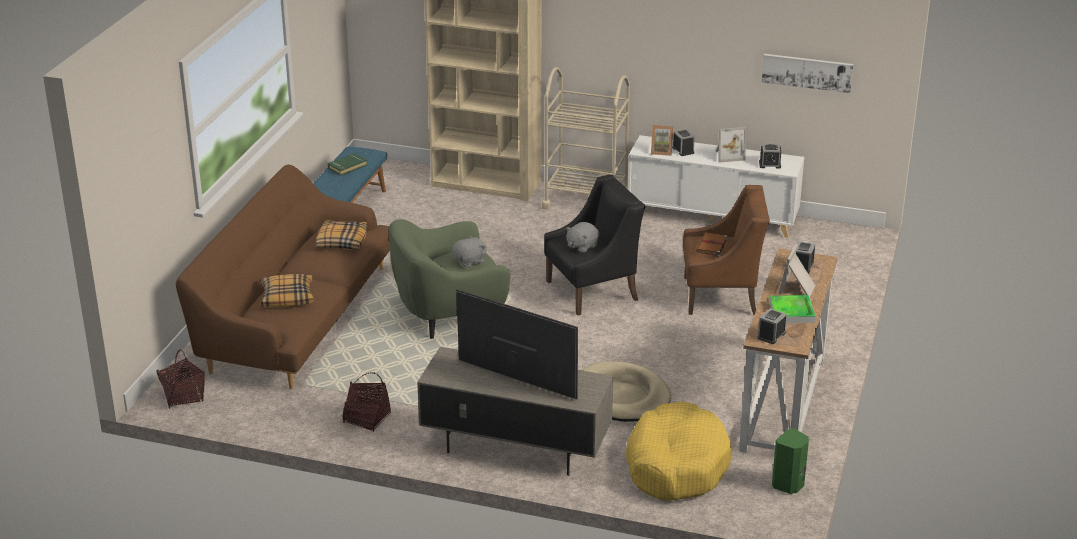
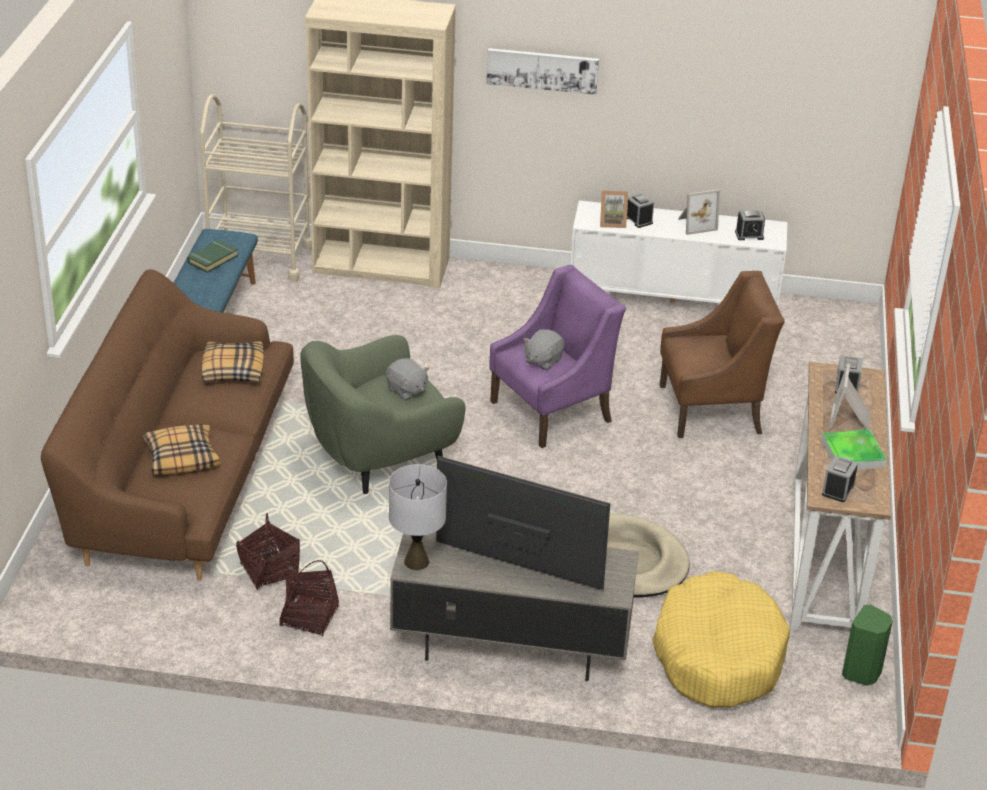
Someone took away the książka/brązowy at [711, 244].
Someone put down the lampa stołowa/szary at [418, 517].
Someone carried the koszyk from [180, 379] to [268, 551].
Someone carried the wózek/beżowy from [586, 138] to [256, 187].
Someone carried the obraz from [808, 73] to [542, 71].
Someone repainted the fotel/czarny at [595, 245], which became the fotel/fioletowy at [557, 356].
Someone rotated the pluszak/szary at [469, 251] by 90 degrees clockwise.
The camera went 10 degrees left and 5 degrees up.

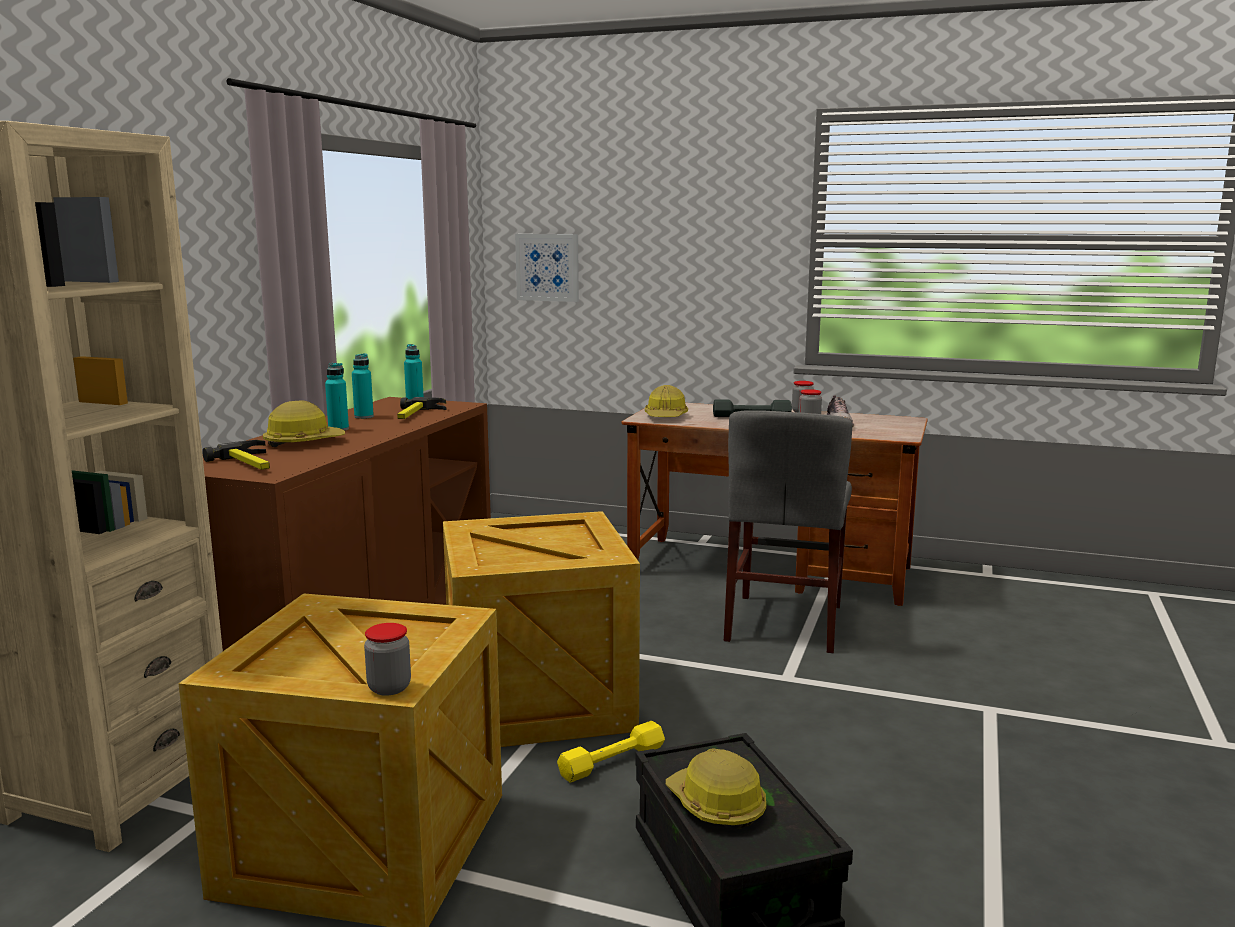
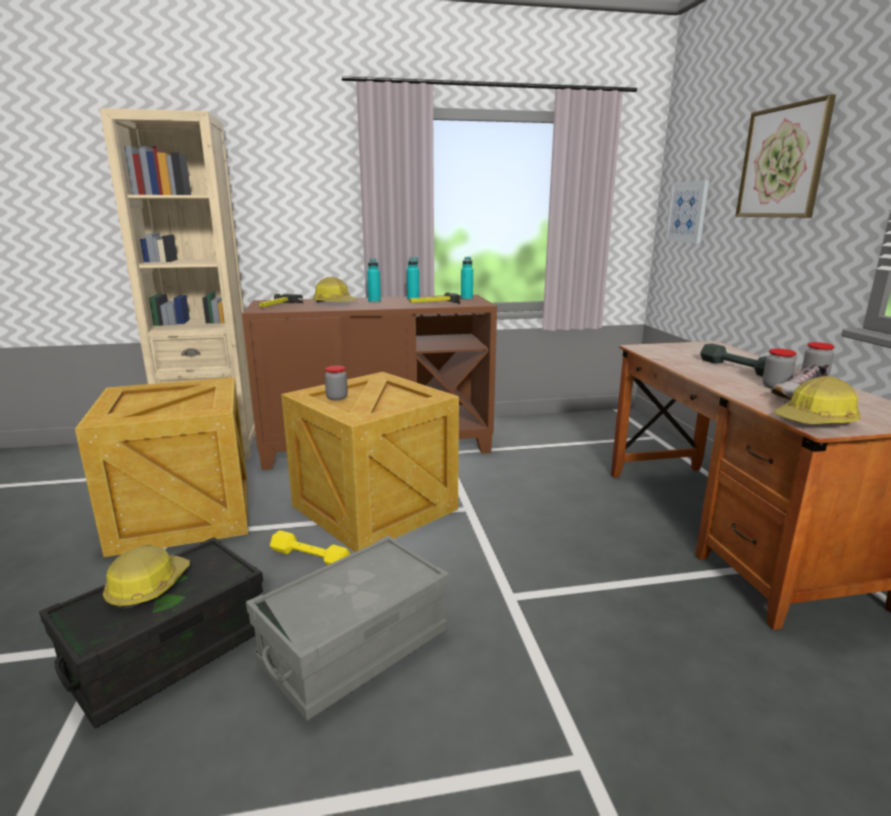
Someone took away the krzesło/szary at [788, 531].
Someone put down the pojemnik do przechowywania/szary at [347, 628].
Someone put up the obraz at [785, 156].
Someone carried the słoik from [387, 659] to [336, 382].
Someone carried the kask from [666, 401] to [818, 400].
The camera went 60 degrees right and 5 degrees up.

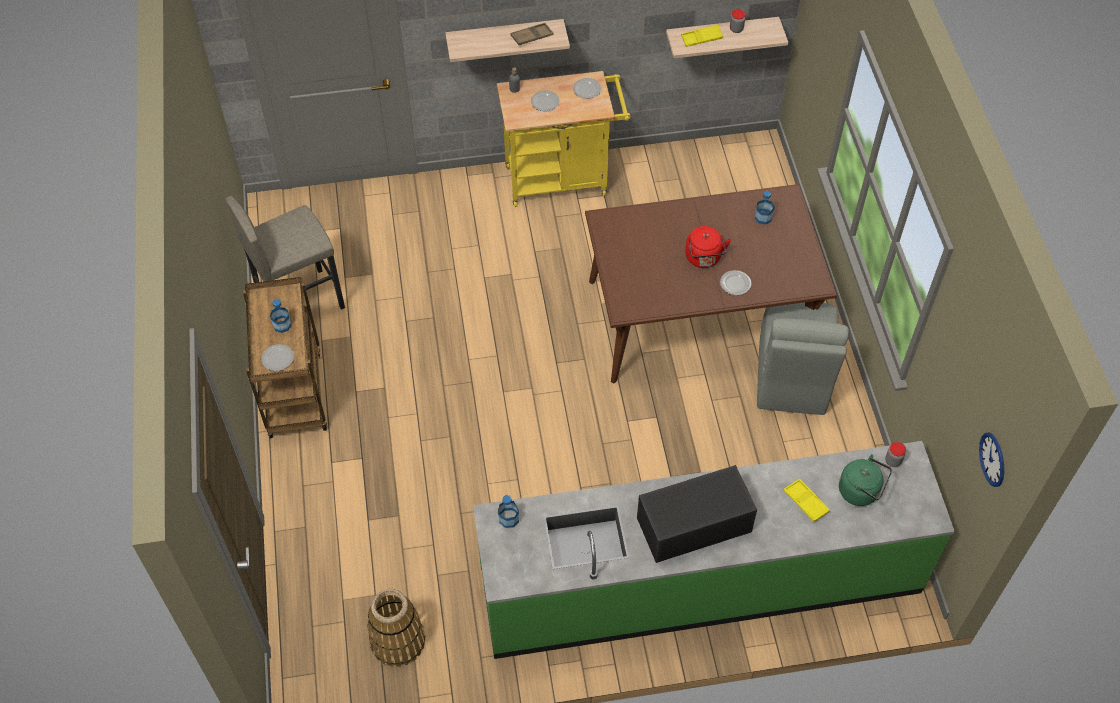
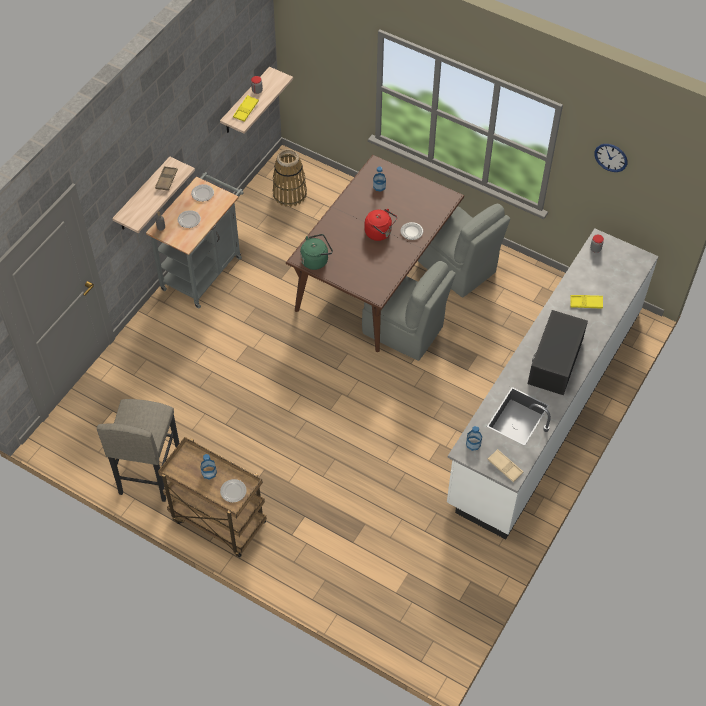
Someone put down the krzesło/szary at [409, 311].
Someone put down the taca/beżowy at [505, 465].
Someone carried the koszyk from [396, 628] to [289, 178].
Someone carried the czajnik/zielony from [865, 480] to [316, 252].
Someone carried the zegar ścienny from [992, 459] to [611, 158].
Someone repainted the zabudowa kuchenna/zielony at [714, 550], which became the zabudowa kuchenna/biały at [553, 383].
Someone repainted the wózek/żółty at [563, 139], which became the wózek/szary at [195, 240].
The camera went 50 degrees left and 0 degrees up.

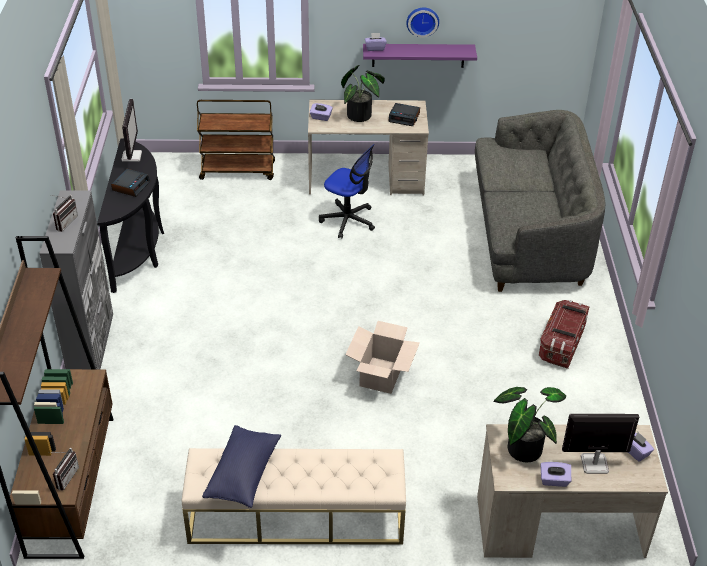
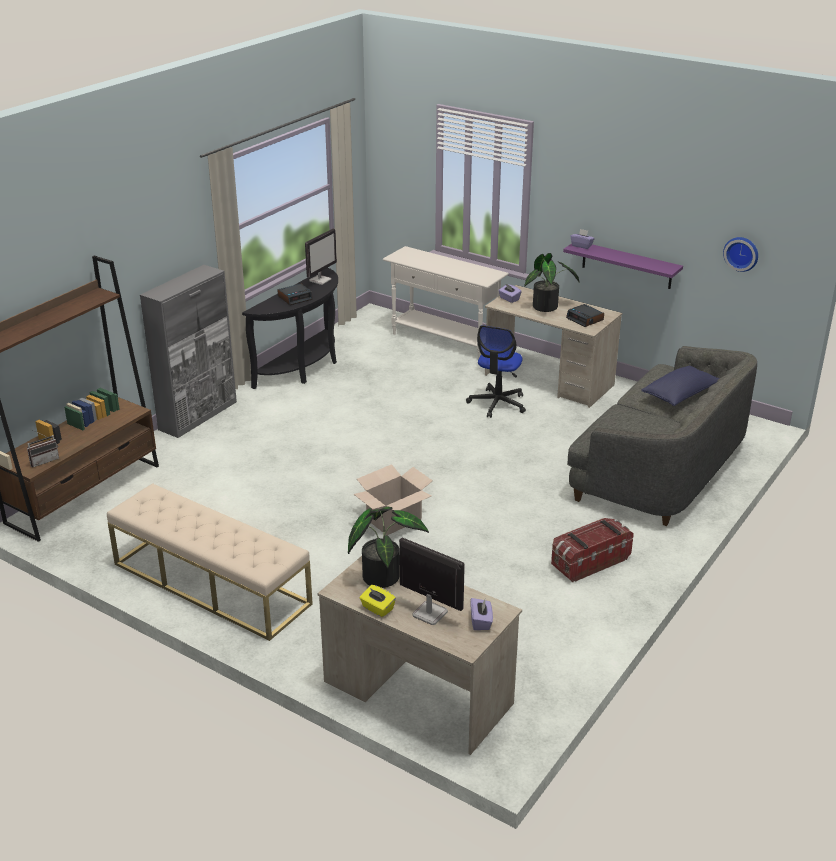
Someone took away the radio at [64, 213].
Someone carried the poduszka/niebieski from [241, 466] to [680, 386].
Someone carried the zegar ścienny from [422, 22] to [740, 254].
Someone swapped the wózek/brązowy at [236, 140] for the stolik konsolowy/biały at [446, 302].
Someone repainted the pudełko chusteczek/fioletowy at [555, 474], which became the pudełko chusteczek/żółty at [378, 601].
Someone rotated the krzesło biurowe at [347, 191] by 45 degrees clockwise.
The camera went 35 degrees right and 10 degrees down.

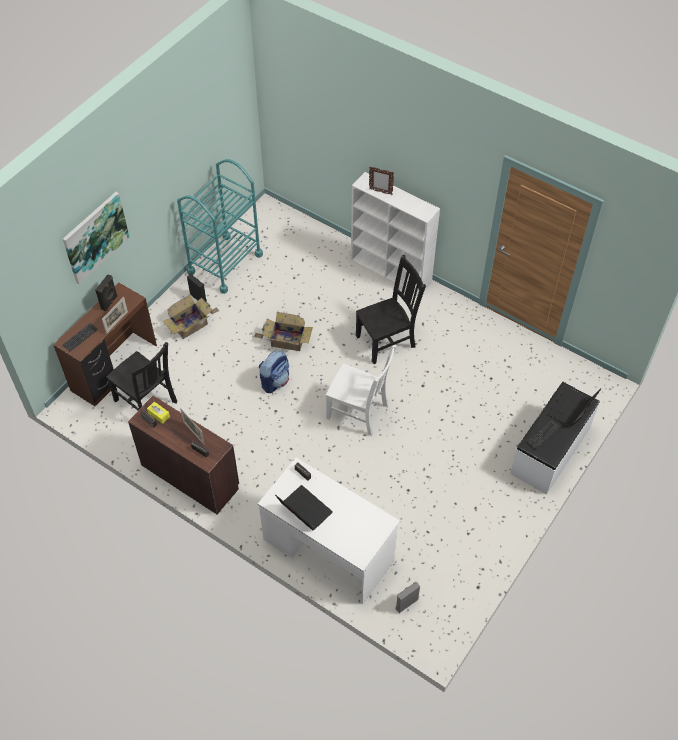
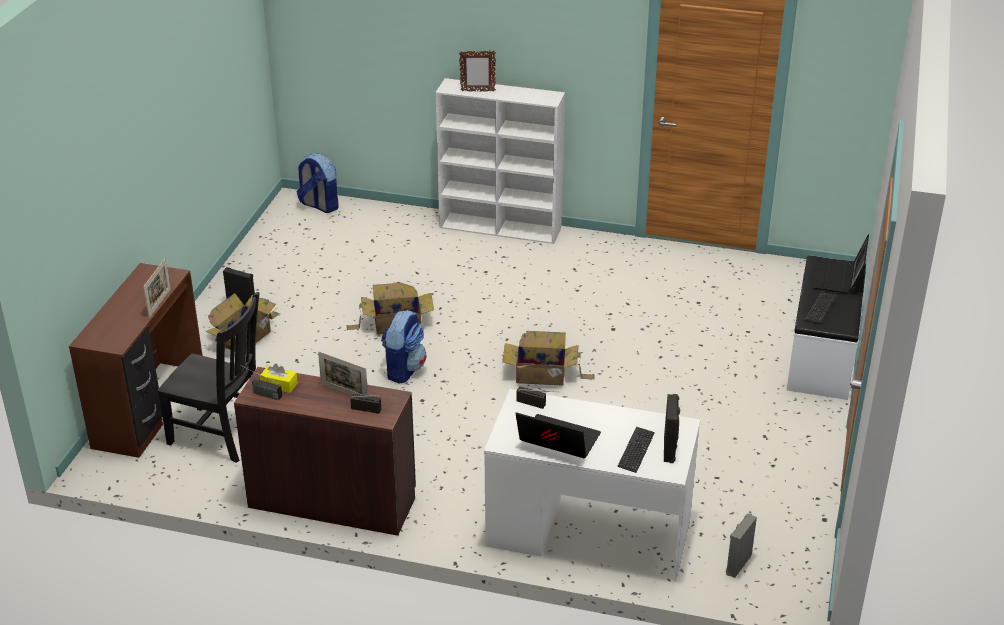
Someone took away the obraz at [96, 238].
Someone took away the wózek/turkusowy at [220, 226].
Someone took away the krzesło/czarny at [391, 309].
Someone put down the plecak at [318, 183].
Someone carried the klawiatura from [80, 337] to [636, 450].
Someone carried the głośnik/czarny from [106, 292] to [672, 428].
Someone swapped the krzesło/biały at [361, 390] for the karton at [548, 358].
The camera went 20 degrees left and 20 degrees down.

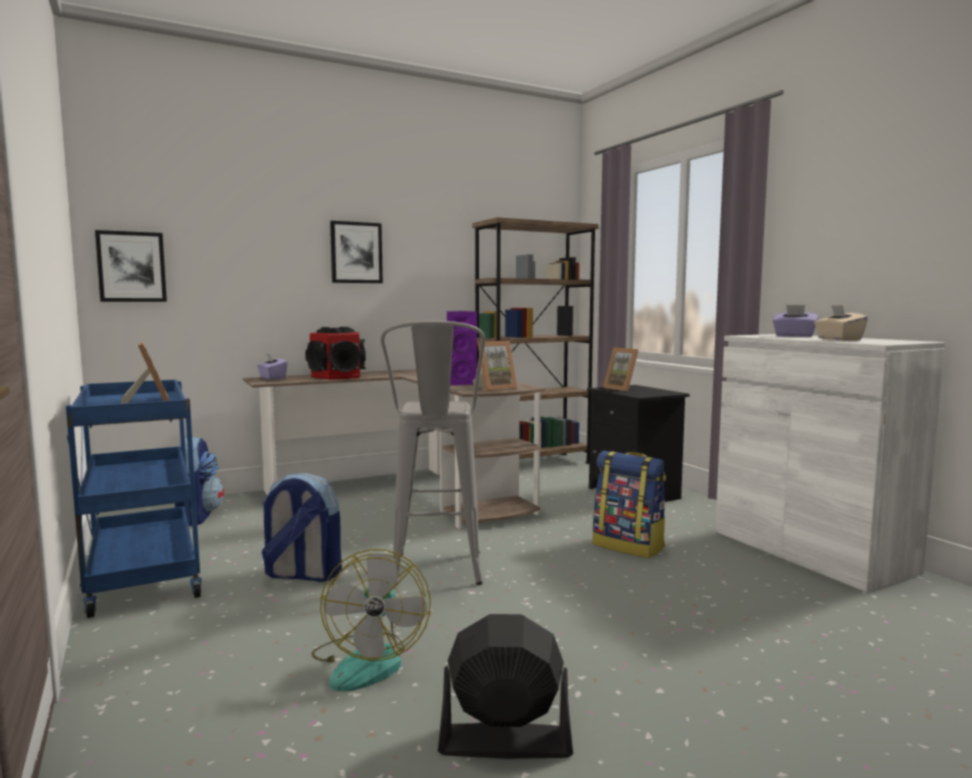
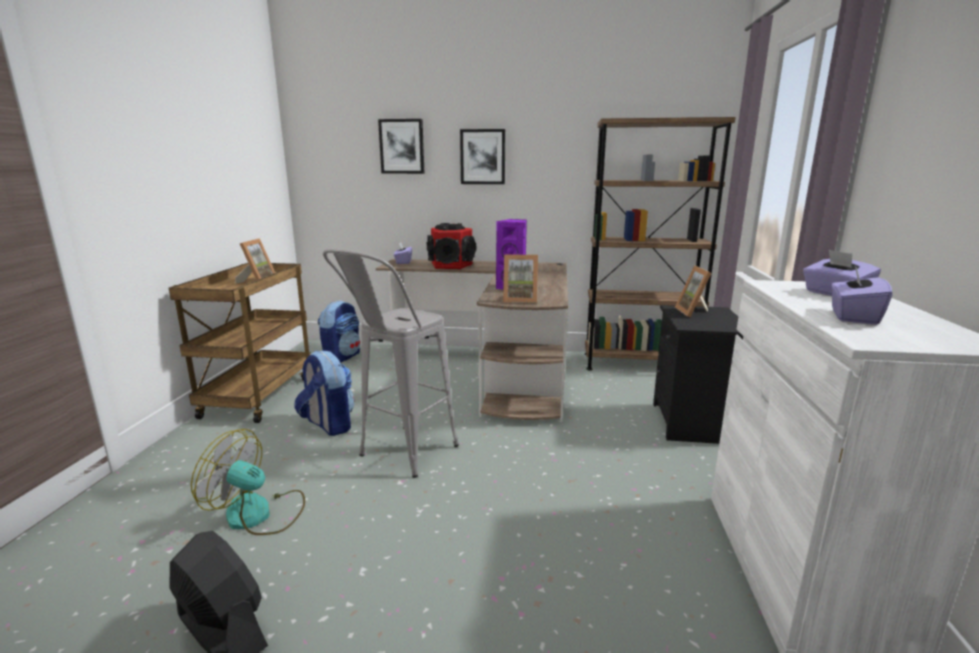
Someone took away the plecak at [629, 504].
Someone carried the obraz from [131, 266] to [401, 146].
Someone repainted the wózek/niebieski at [134, 499], which became the wózek/brązowy at [240, 343].
Someone repainted the pudełko chusteczek/beżowy at [841, 322], which became the pudełko chusteczek/fioletowy at [861, 294].
Someone rotated the wentylator at [371, 620] by 75 degrees clockwise.
The camera went 35 degrees right and 10 degrees up.

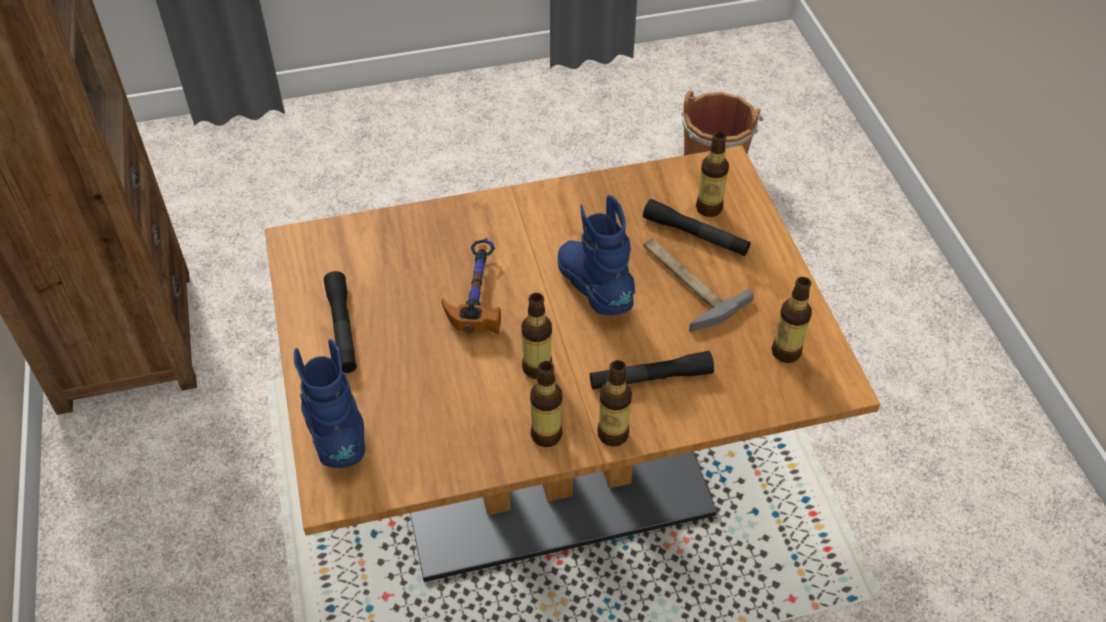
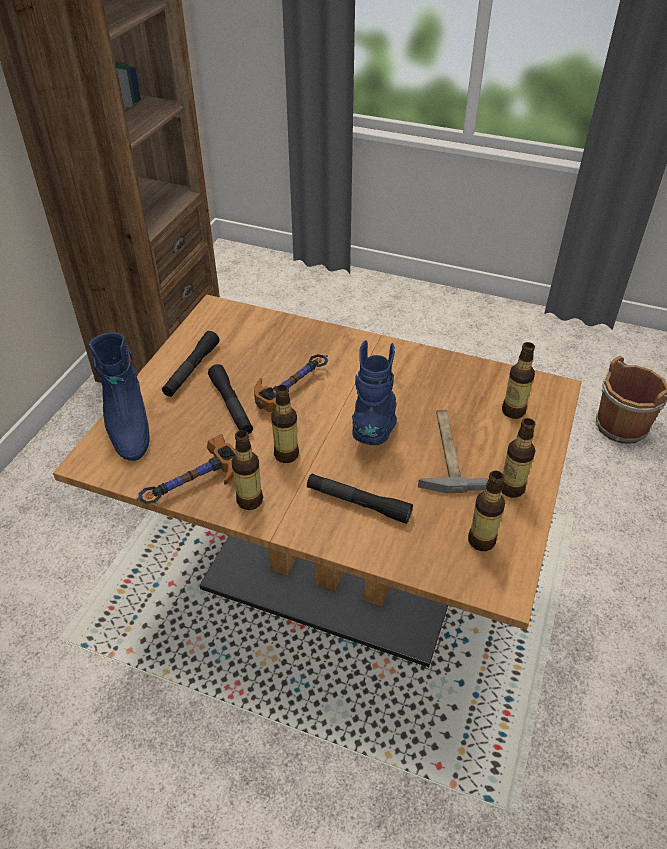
Someone put down the młotek at [186, 469].
Someone carried the butelka from [614, 403] to [519, 458].
Someone carried the latarka/czarny from [697, 227] to [230, 399].
Someone rotated the but z cholewką/niebieski at [329, 403] by 150 degrees clockwise.
The camera went 35 degrees right and 5 degrees down.

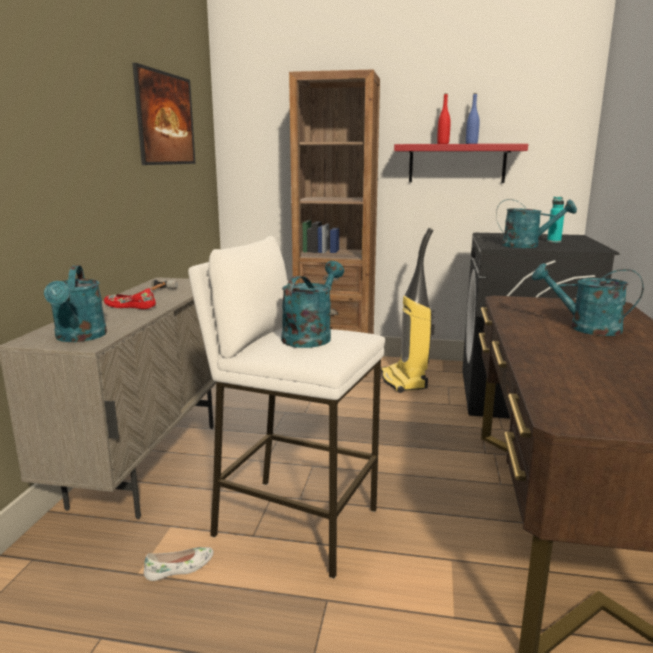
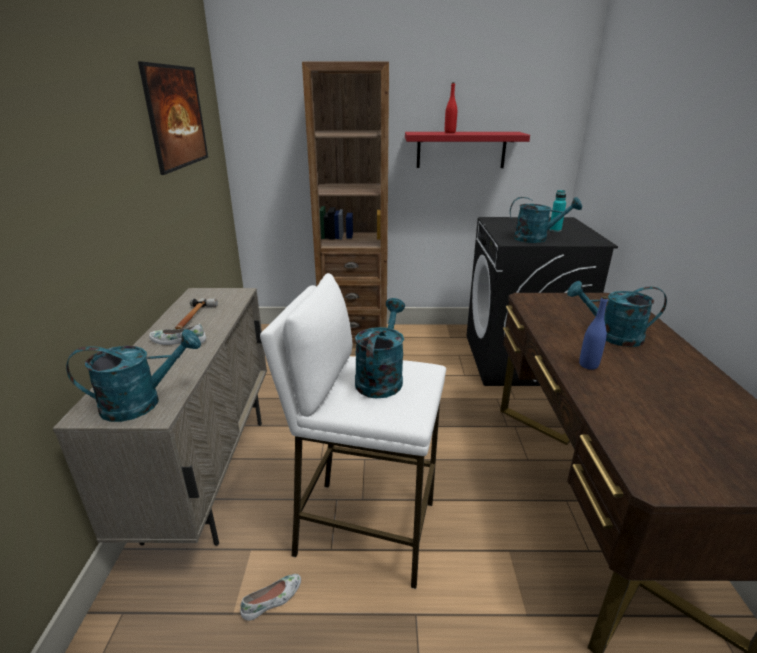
Someone took away the odkurzacz at [408, 310].
Someone carried the butelka/niebieski from [473, 118] to [593, 333].
Someone repainted the but/czerwony at [130, 298], which became the but/biały at [177, 334].
Someone rotated the konewka/turkusowy at [75, 303] by 90 degrees counterclockwise.
The camera went 10 degrees left and 10 degrees up.

